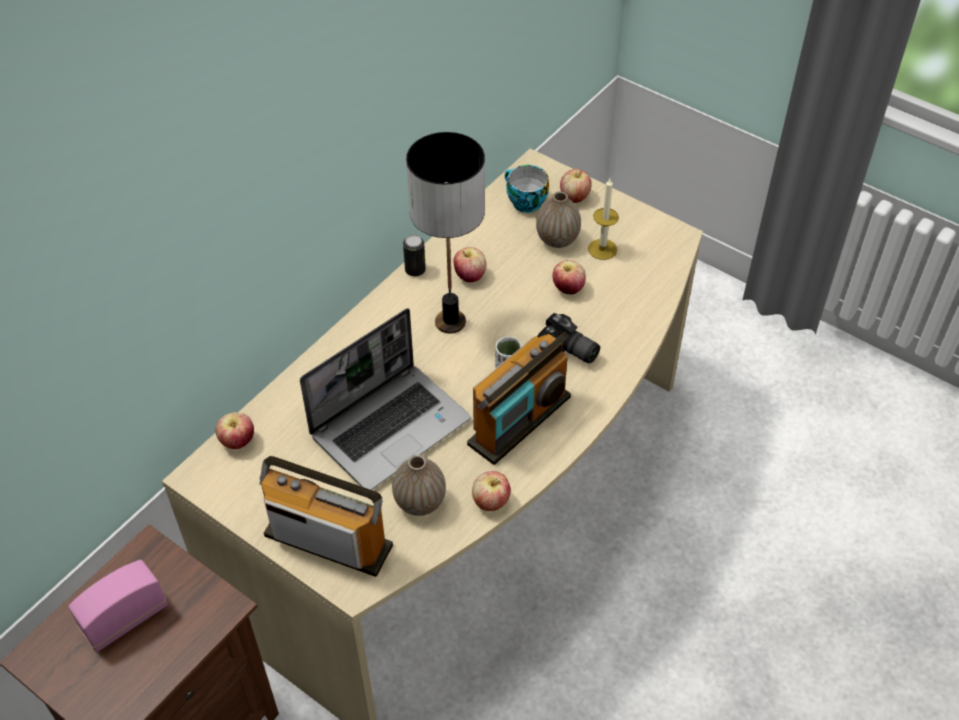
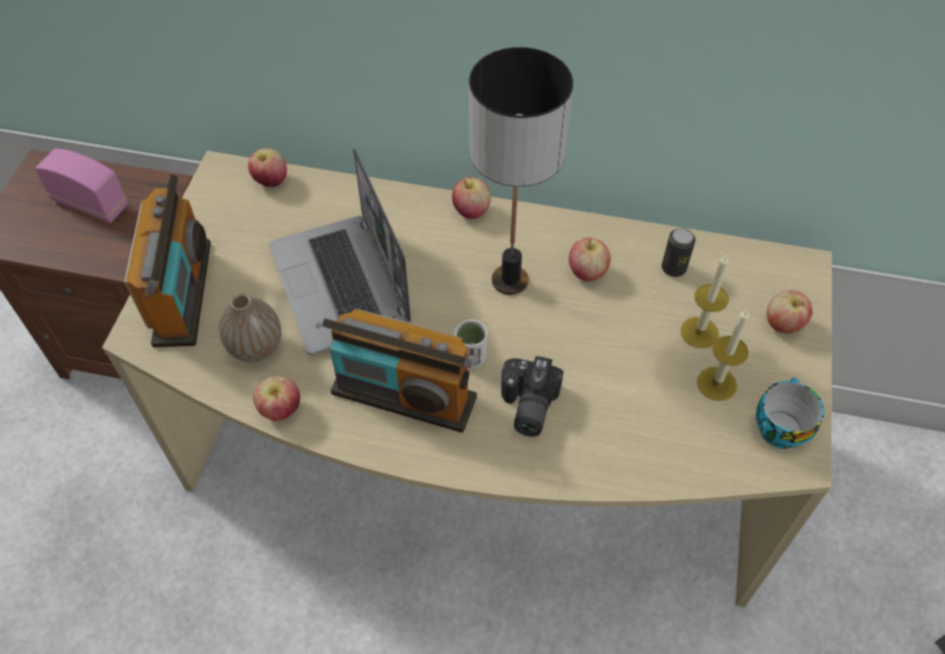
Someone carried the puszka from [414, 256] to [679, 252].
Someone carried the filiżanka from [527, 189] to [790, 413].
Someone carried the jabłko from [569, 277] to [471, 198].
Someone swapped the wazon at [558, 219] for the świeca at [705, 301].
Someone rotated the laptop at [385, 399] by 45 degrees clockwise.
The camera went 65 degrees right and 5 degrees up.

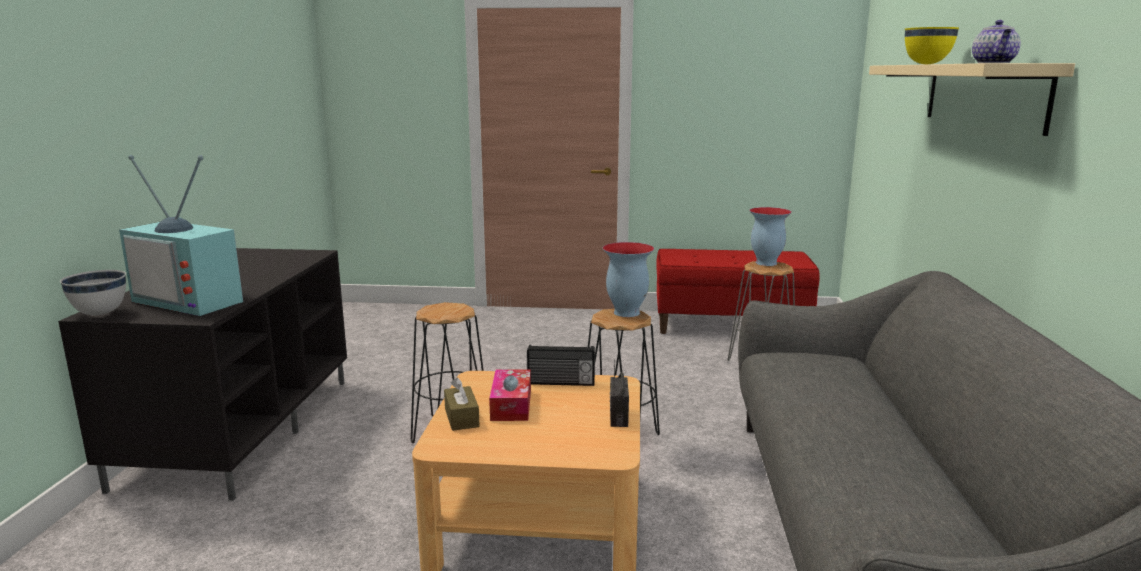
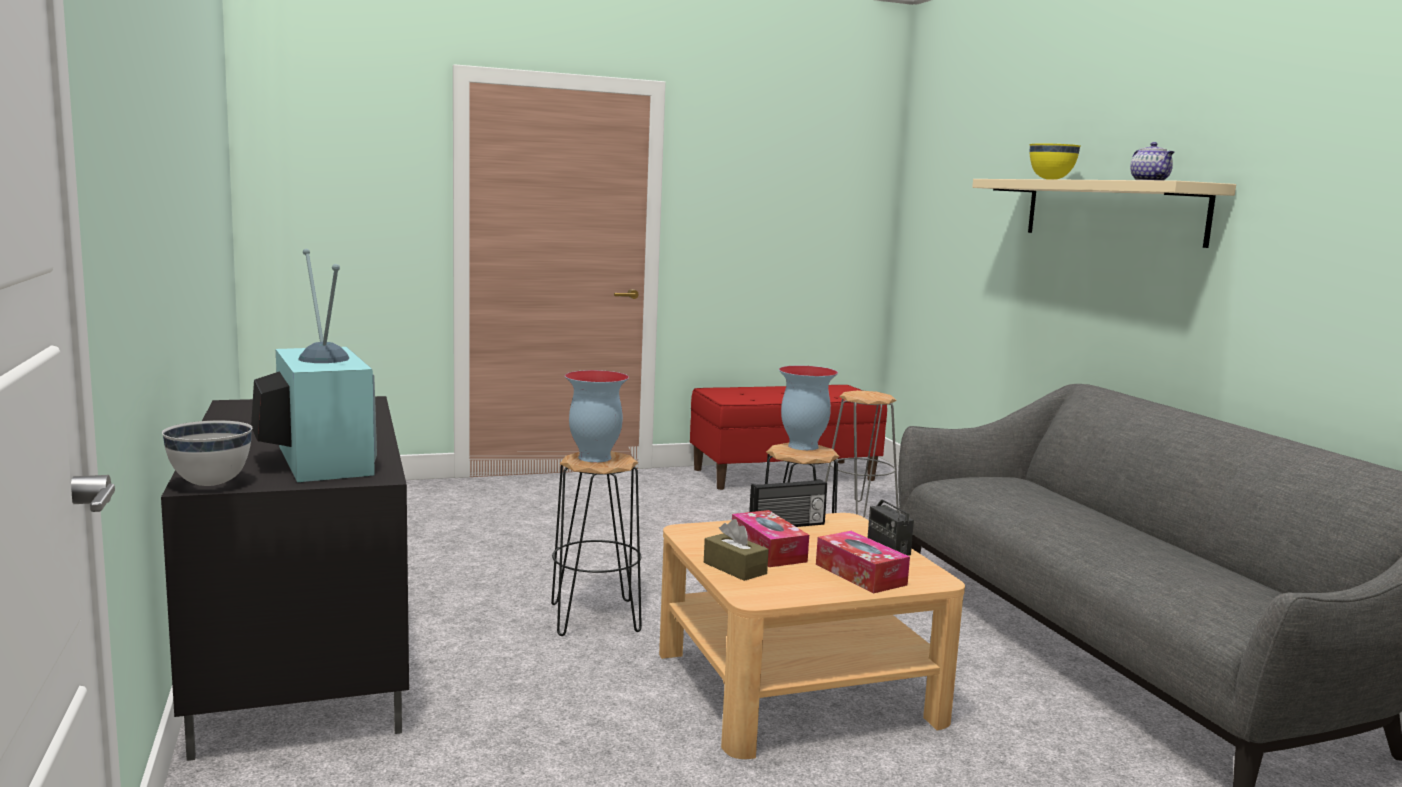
Someone put down the pudełko chusteczek at [863, 562].
Someone carried the wazon from [770, 236] to [597, 416].
Someone rotated the telewizor at [181, 235] by 120 degrees counterclockwise.
The camera went 25 degrees left and 5 degrees down.

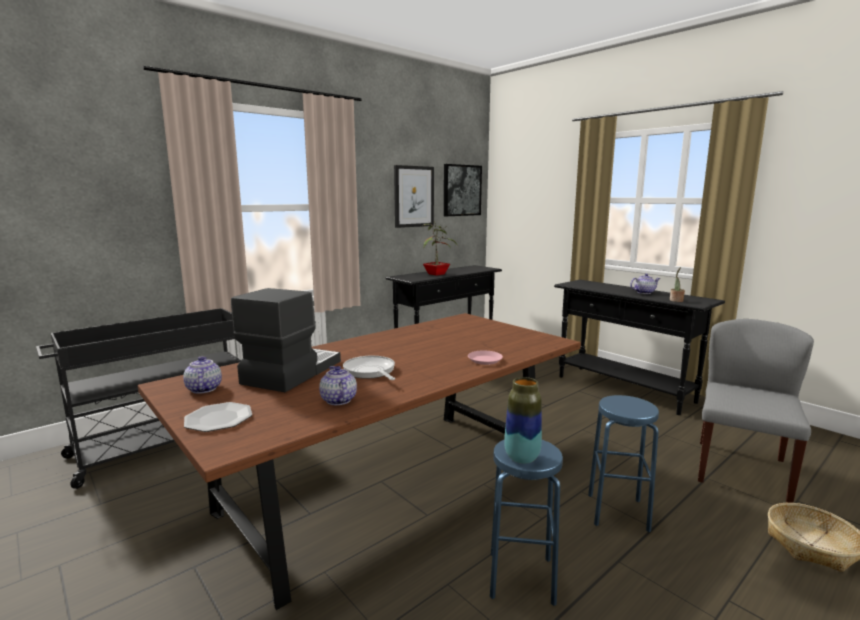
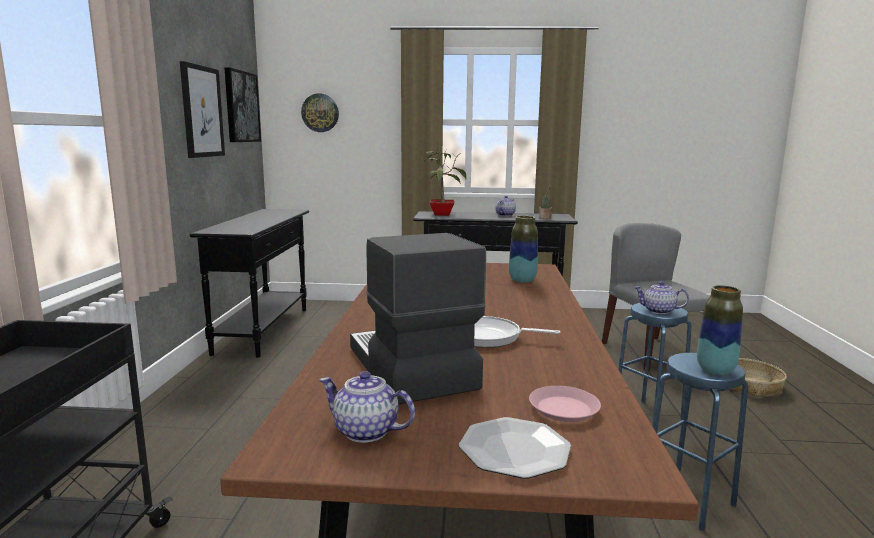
Someone put up the zegar ścienny at [320, 112].
Someone put down the wazon at [523, 249].
Someone carried the imbryk from [338, 385] to [661, 297].
Someone carried the roślina doniczkowa from [440, 249] to [445, 182].
Someone carried the talerz/różowy from [485, 357] to [565, 404].
The camera went 45 degrees left and 0 degrees up.

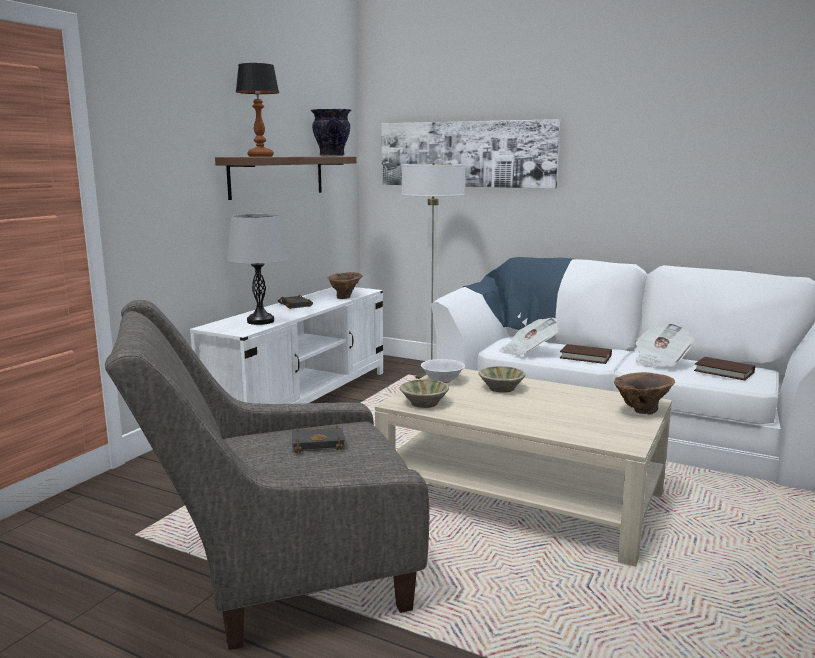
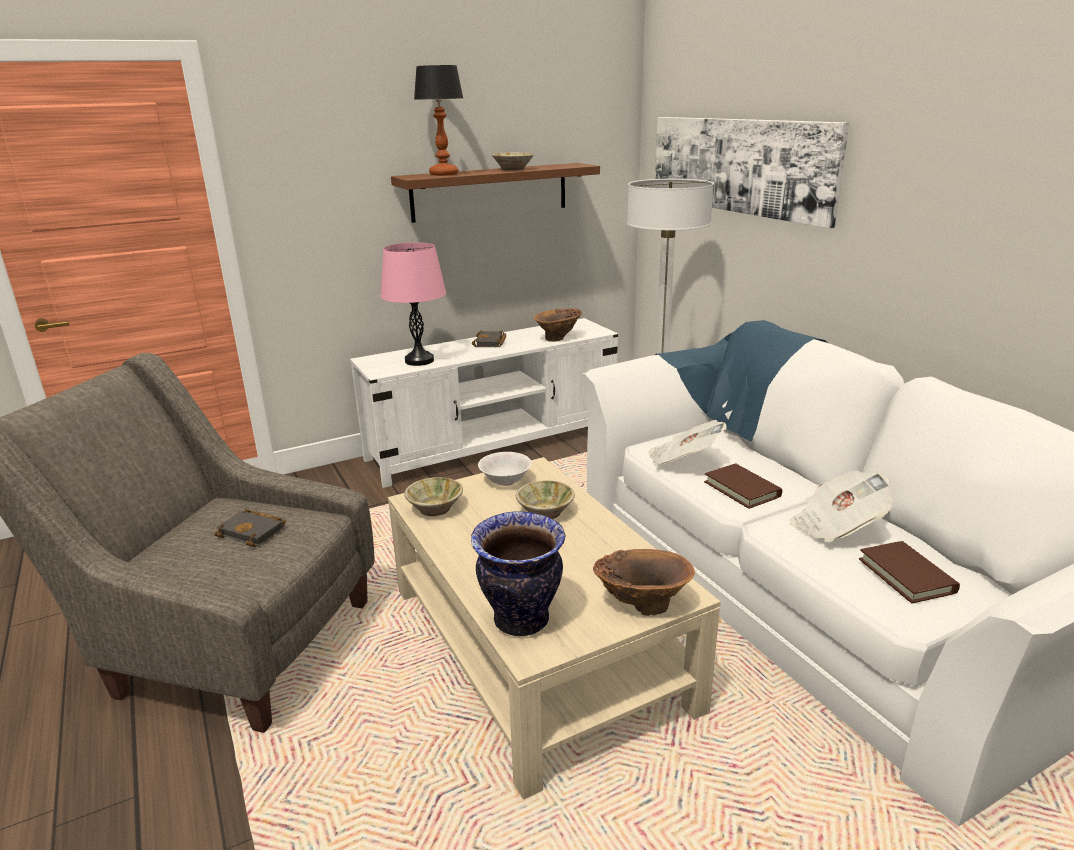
Someone put down the miska/beżowy at [513, 161].
Someone carried the wazon from [331, 132] to [518, 573].
Someone repainted the lampa stołowa/szary at [257, 269], which became the lampa stołowa/różowy at [413, 304].
The camera went 35 degrees right and 10 degrees up.

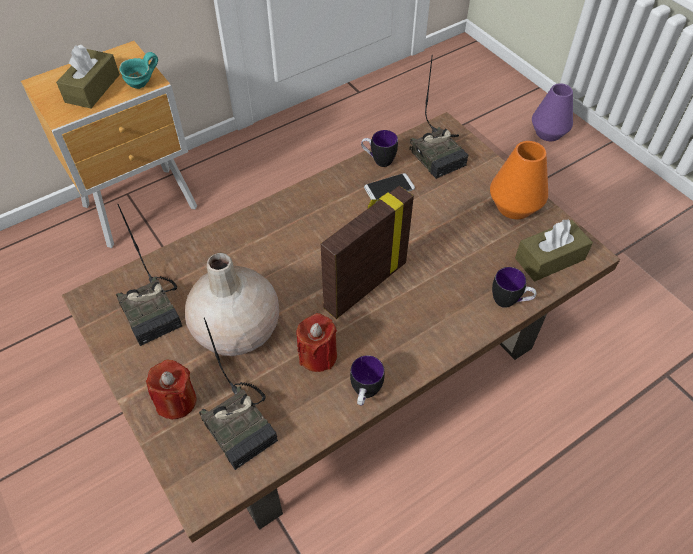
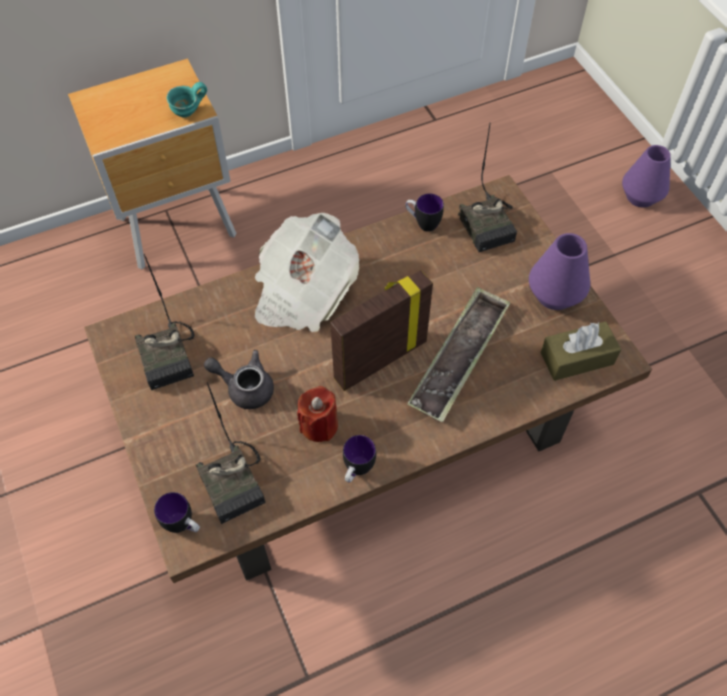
Someone took away the pudełko chusteczek/brązowy at [88, 76].
Someone took away the świeca/czerwony at [171, 389].
Someone took away the telefon at [389, 186].
Someone put down the gazeta at [306, 272].
Someone put down the taca at [458, 355].
Someone carried the kubek from [514, 287] to [177, 512].
Someone swapped the wazon/beżowy at [232, 304] for the imbryk/szary at [239, 379].
Someone repainted the wazon/pomarańczowy at [519, 180], which became the wazon/fioletowy at [559, 271].
The camera went 10 degrees right and 5 degrees up.

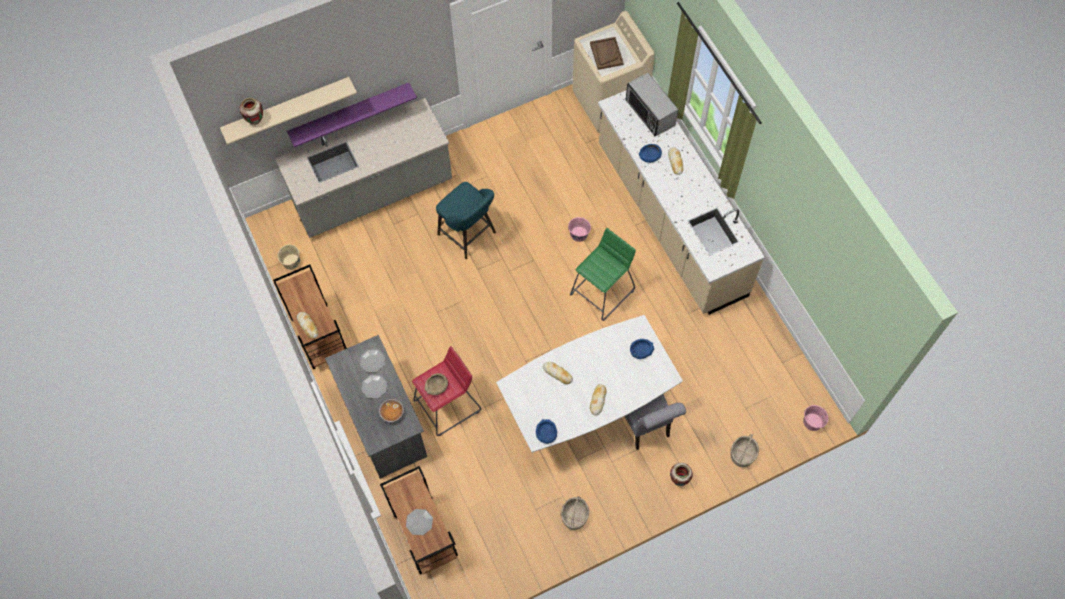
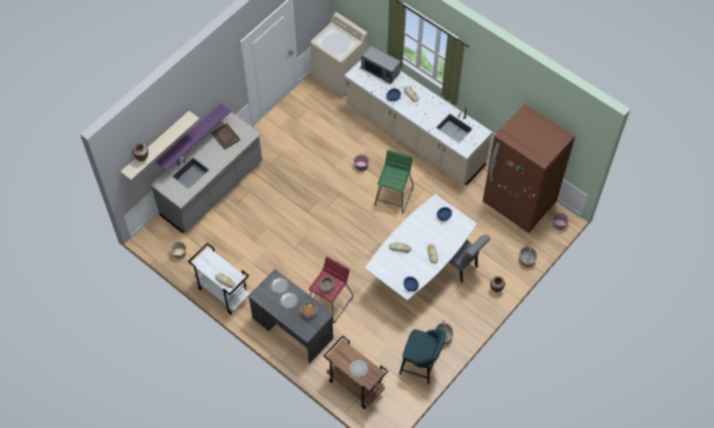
Someone put down the lodówka/brązowy at [529, 168].
Someone carried the stołek/turkusowy from [466, 220] to [422, 356].
Someone carried the taca/brązowy from [607, 53] to [225, 137].
Someone repainted the wózek/brązowy at [310, 317], which became the wózek/biały at [219, 279].
The camera went 25 degrees left and 5 degrees down.

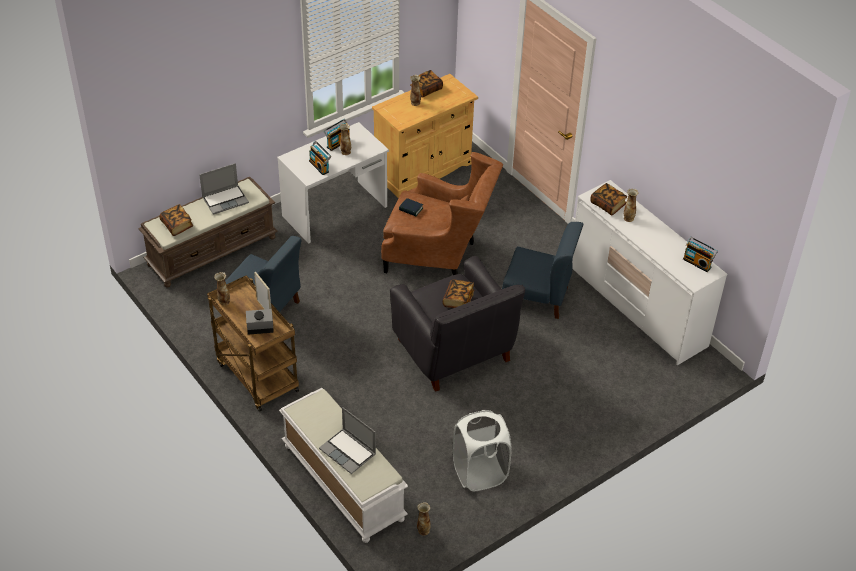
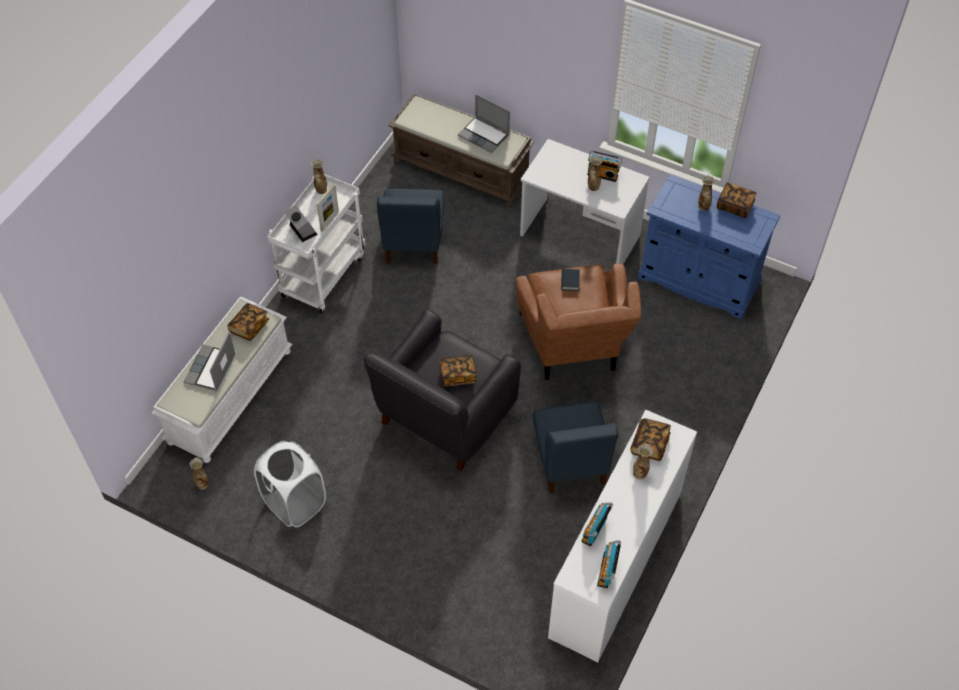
Someone carried the książka from [176, 220] to [248, 322].
Someone carried the radio from [320, 158] to [597, 524].
Someone repainted the wózek/brązowy at [253, 343], which became the wózek/biały at [316, 244].
Someone repainted the szafka/beżowy at [425, 136], which became the szafka/niebieski at [709, 246].
The camera went 65 degrees right and 10 degrees up.

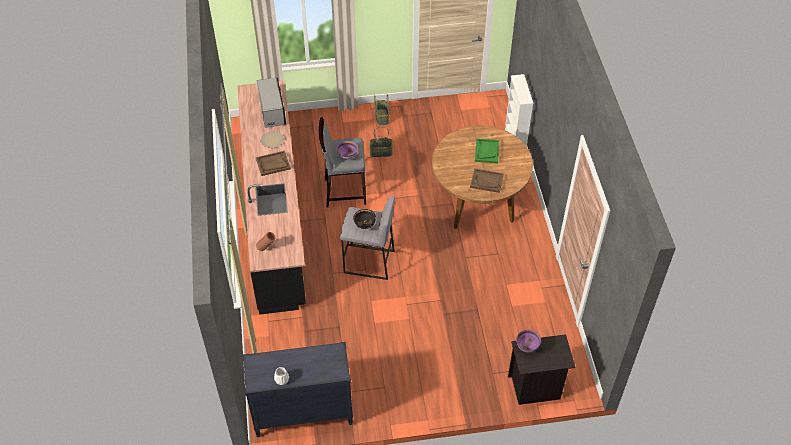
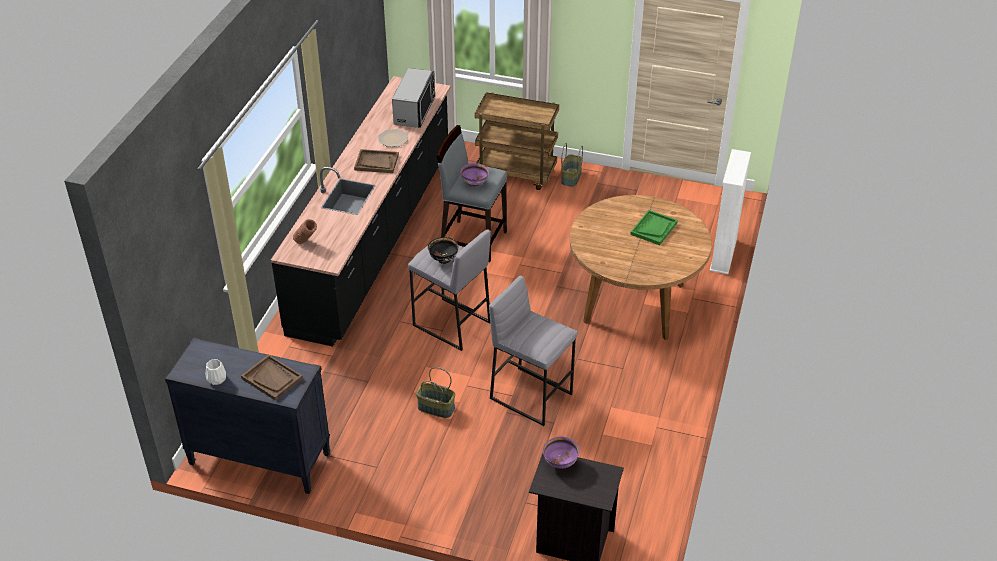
Someone put down the wózek/brązowy at [517, 141].
Someone put down the stołek/szary at [533, 350].
Someone carried the koszyk from [381, 142] to [435, 392].
Someone carried the taca/brązowy from [487, 180] to [272, 377].
The camera went 25 degrees right and 10 degrees down.

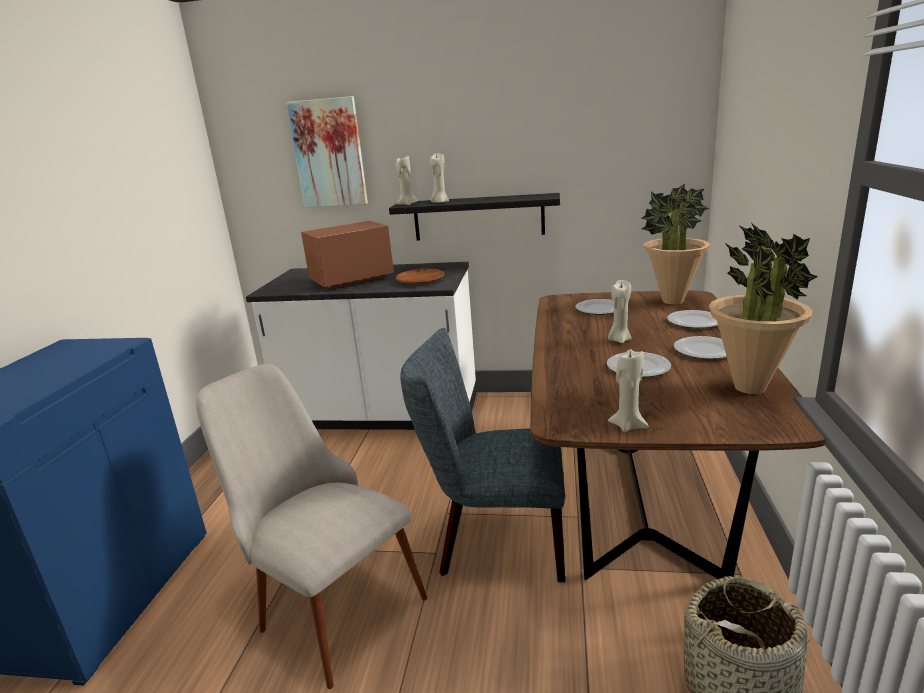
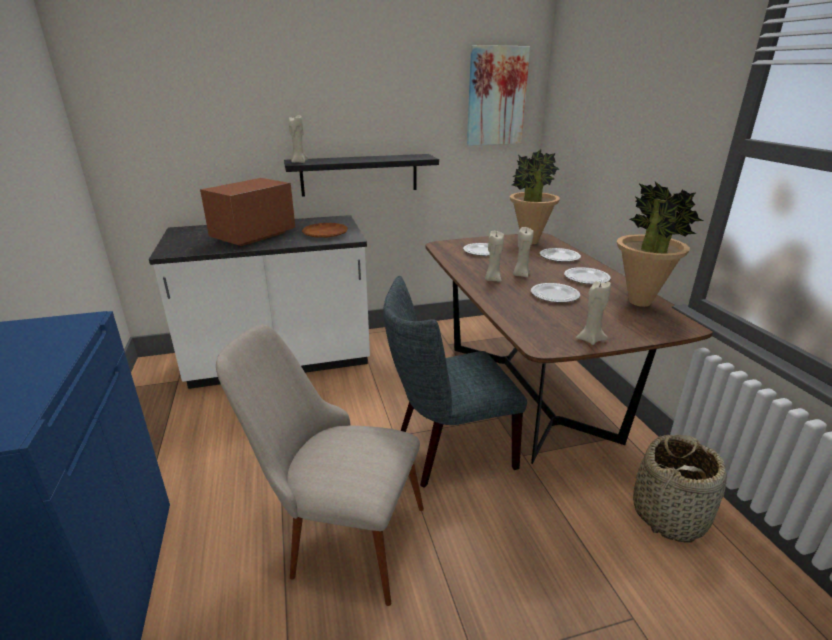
Someone carried the obraz from [327, 152] to [498, 95].
Someone carried the świeca/beżowy from [439, 178] to [494, 256].
The camera went 25 degrees left and 5 degrees up.

